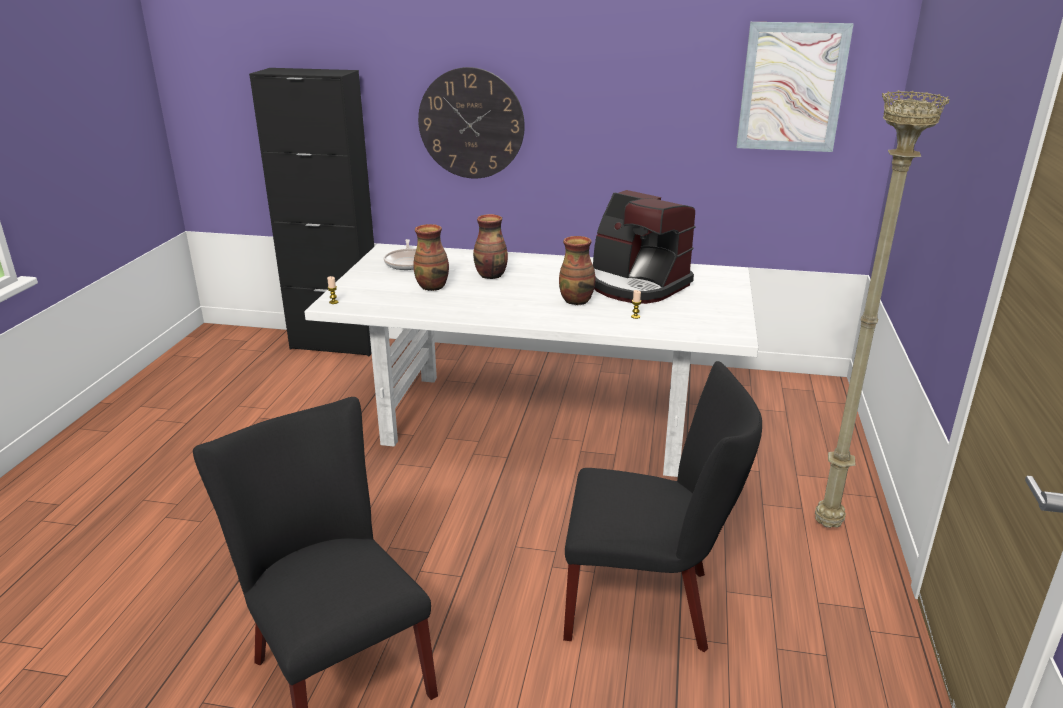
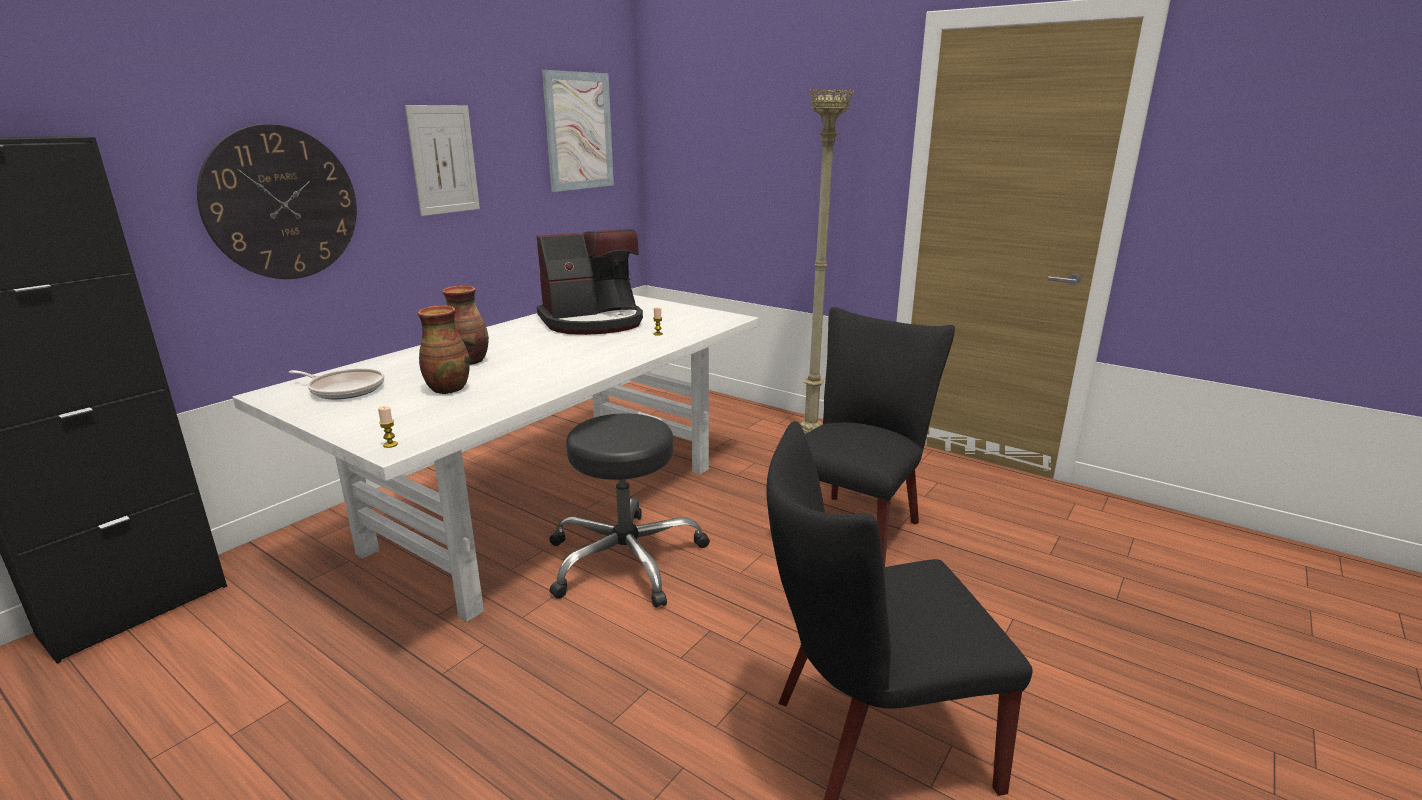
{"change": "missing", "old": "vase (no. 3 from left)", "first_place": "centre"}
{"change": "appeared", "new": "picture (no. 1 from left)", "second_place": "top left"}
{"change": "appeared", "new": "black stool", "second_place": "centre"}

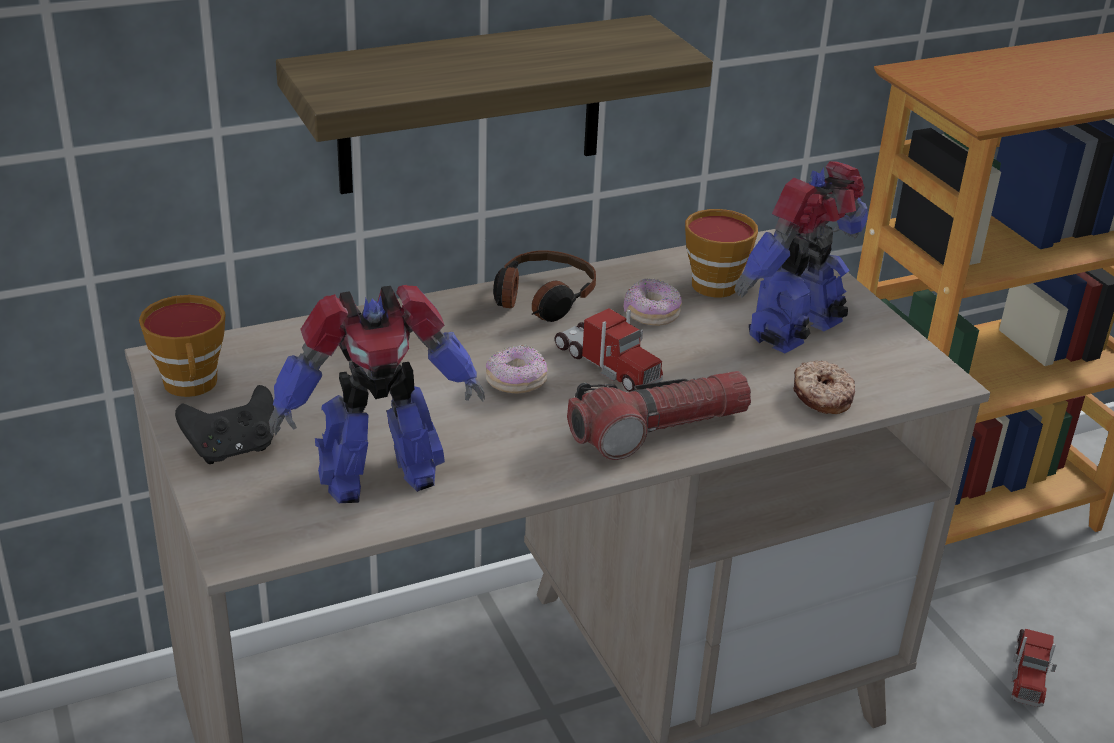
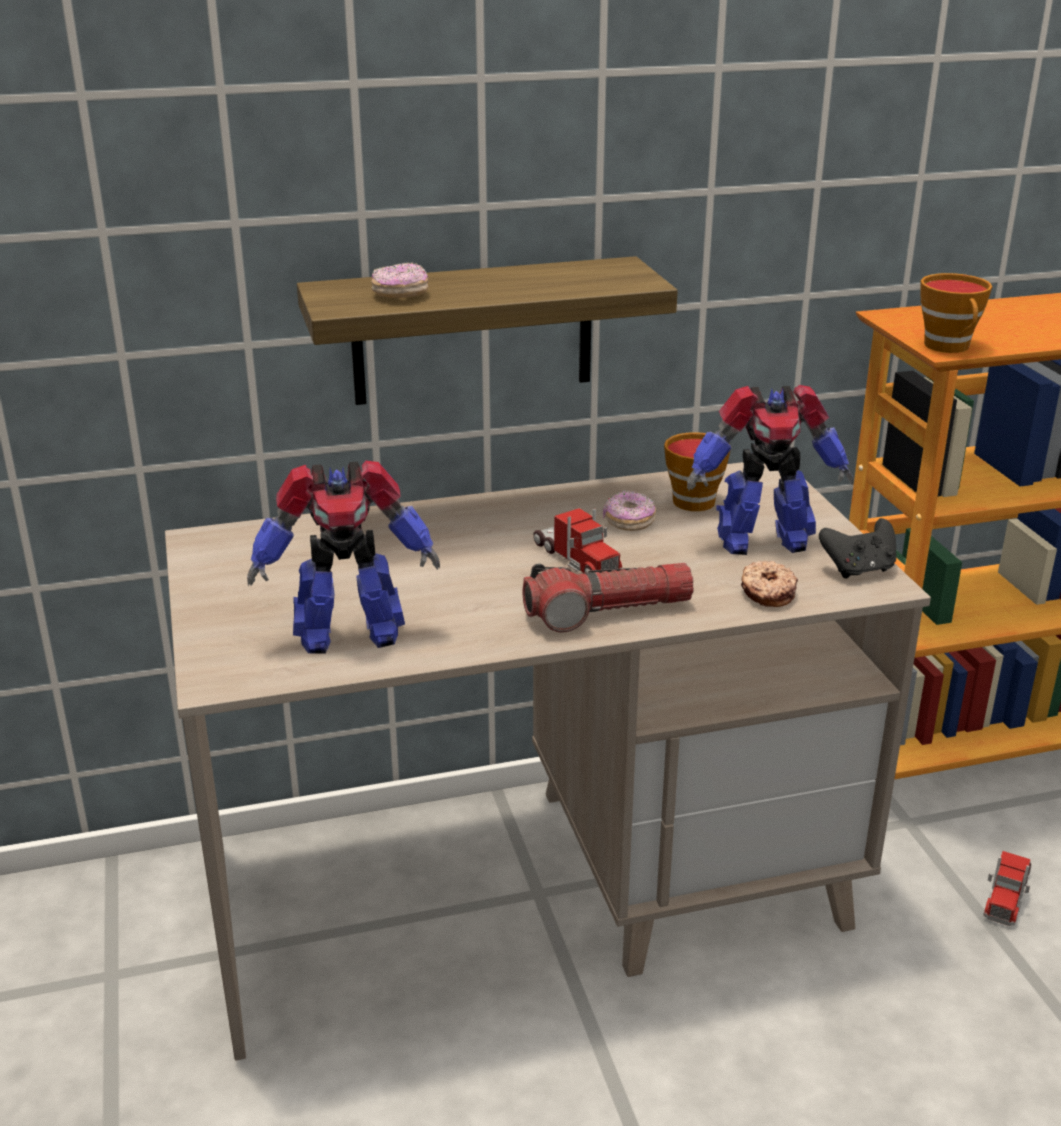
{"change": "relocated", "old": "cup (no. 1 from left in the first image)", "new": "cup (no. 2 from left)", "first_place": "middle left", "second_place": "top right"}
{"change": "relocated", "old": "black game controller", "first_place": "middle left", "second_place": "middle right"}
{"change": "relocated", "old": "donut (no. 1 from left)", "first_place": "centre", "second_place": "top centre"}
{"change": "missing", "old": "headphones", "first_place": "centre"}
{"change": "spun", "old": "toy robot (no. 2 from left)", "first_place": "middle right", "second_place": "middle right", "degrees": -150}

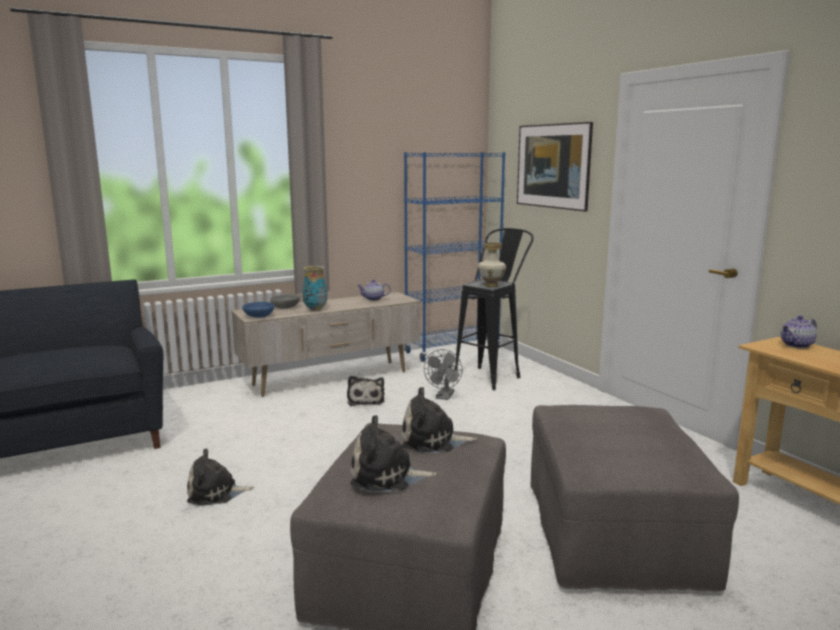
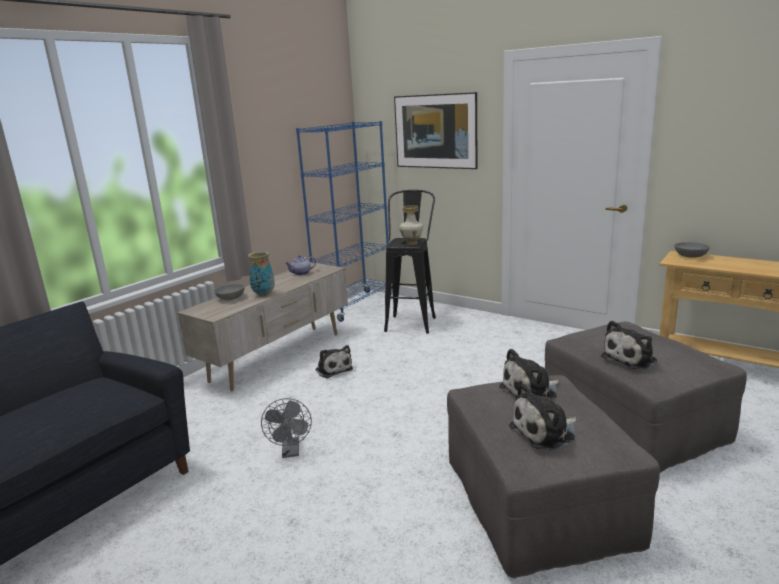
{"change": "relocated", "old": "plush toy (no. 1 from left in the first image)", "new": "plush toy (no. 4 from left)", "first_place": "bottom left", "second_place": "middle right"}
{"change": "missing", "old": "blue bowl", "first_place": "middle left"}
{"change": "relocated", "old": "grey fan", "first_place": "centre", "second_place": "bottom centre"}
{"change": "exchanged", "old": "teapot (no. 2 from left)", "new": "grey bowl (no. 2 from left)", "first_place": "middle right", "second_place": "middle right"}

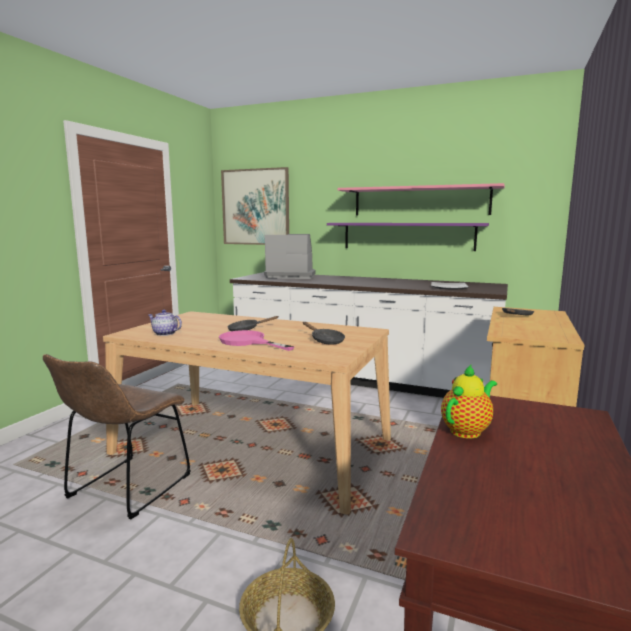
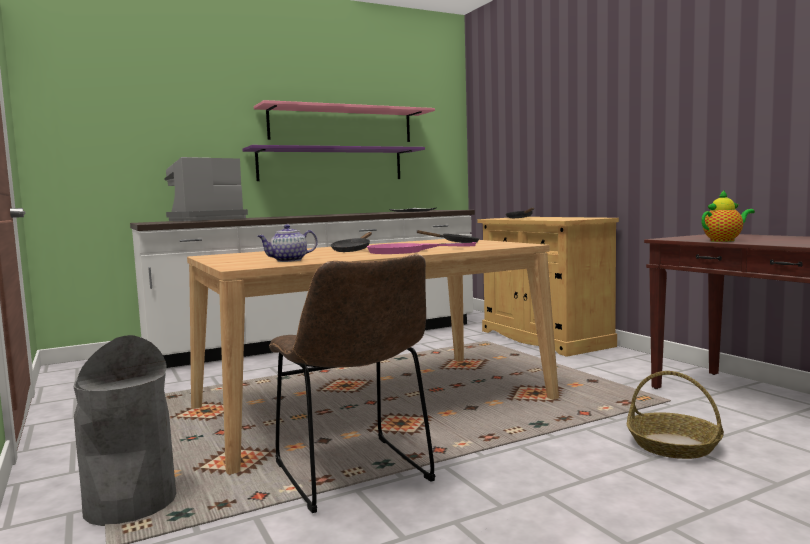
{"change": "missing", "old": "picture", "first_place": "top centre"}
{"change": "spun", "old": "teapot (no. 2 from left)", "first_place": "middle right", "second_place": "middle right", "degrees": 75}
{"change": "appeared", "new": "grey trash can", "second_place": "bottom left"}

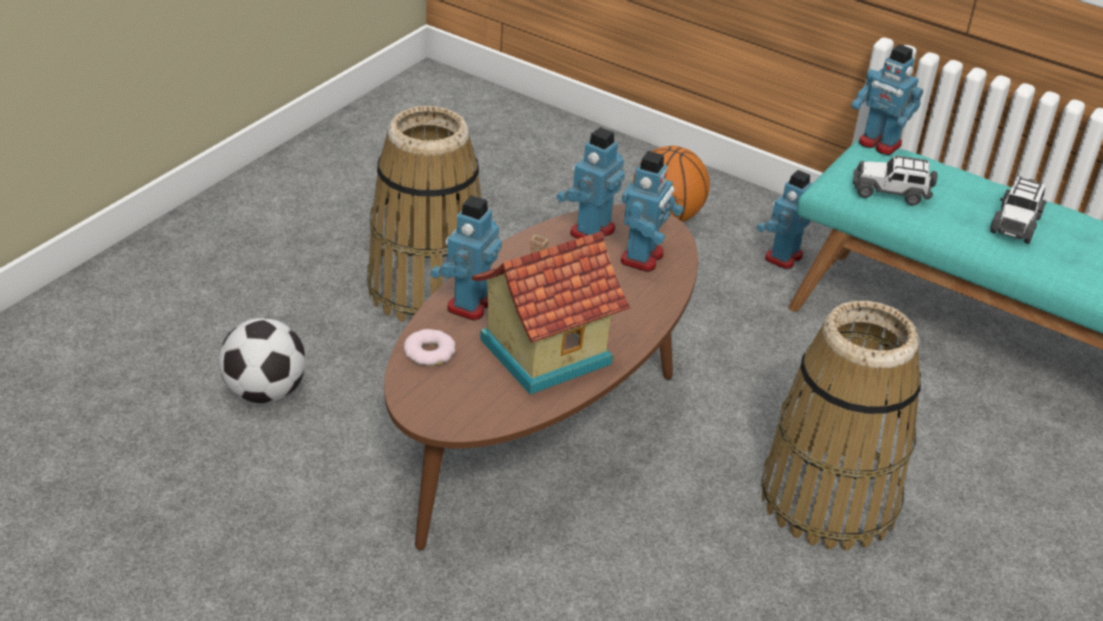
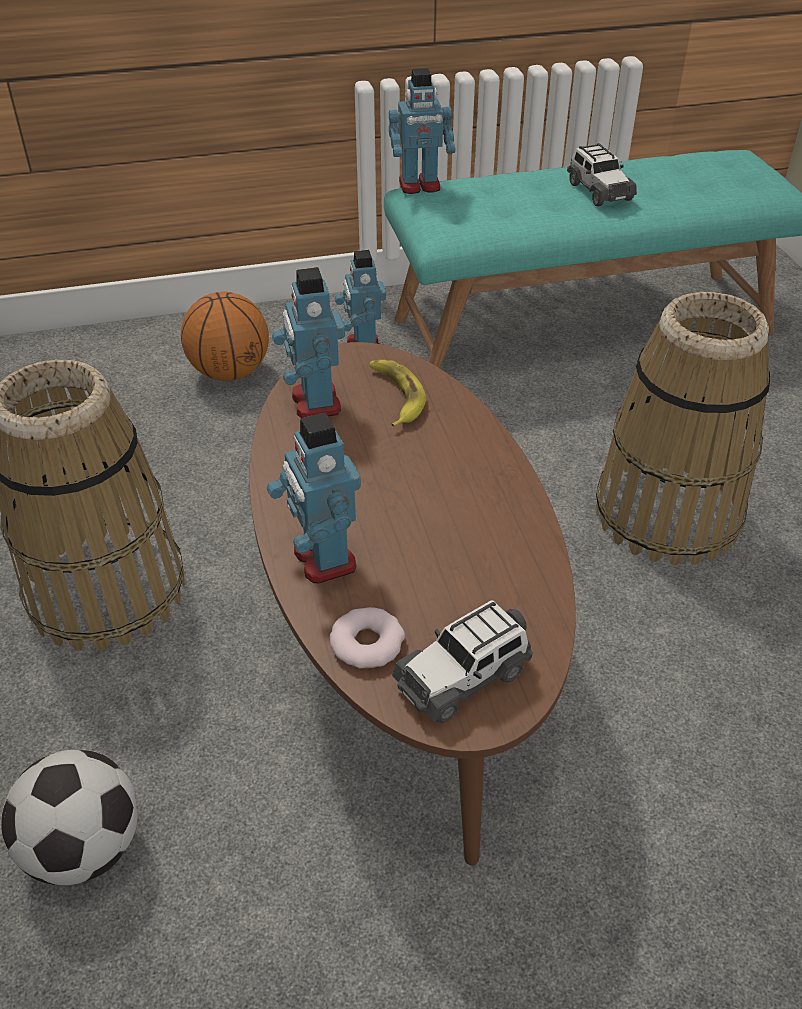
{"change": "missing", "old": "toy house", "first_place": "centre"}
{"change": "exchanged", "old": "toy robot (no. 3 from left)", "new": "banana", "first_place": "centre", "second_place": "centre"}
{"change": "relocated", "old": "toy car (no. 1 from left)", "first_place": "top right", "second_place": "centre"}

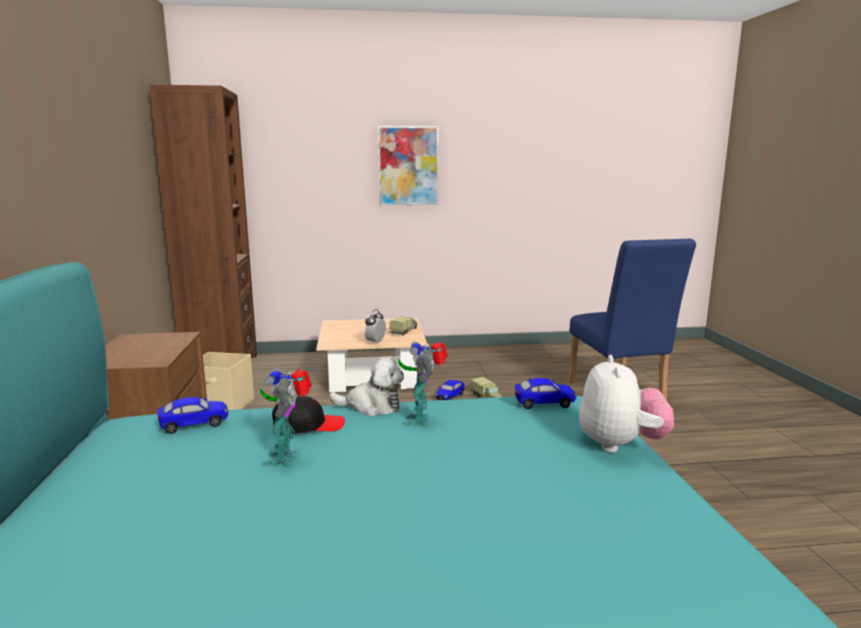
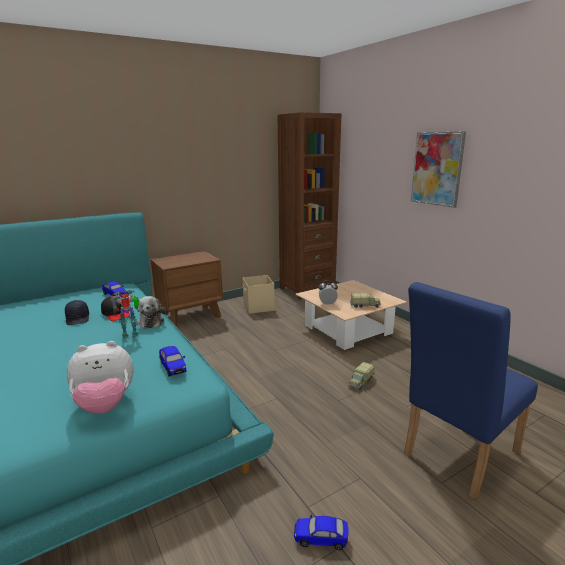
{"change": "exchanged", "old": "toy robot (no. 1 from left)", "new": "black cap (no. 1 from left)", "first_place": "middle left", "second_place": "middle left"}
{"change": "relocated", "old": "toy car (no. 2 from left in the first image)", "new": "toy car (no. 3 from left)", "first_place": "centre", "second_place": "bottom centre"}

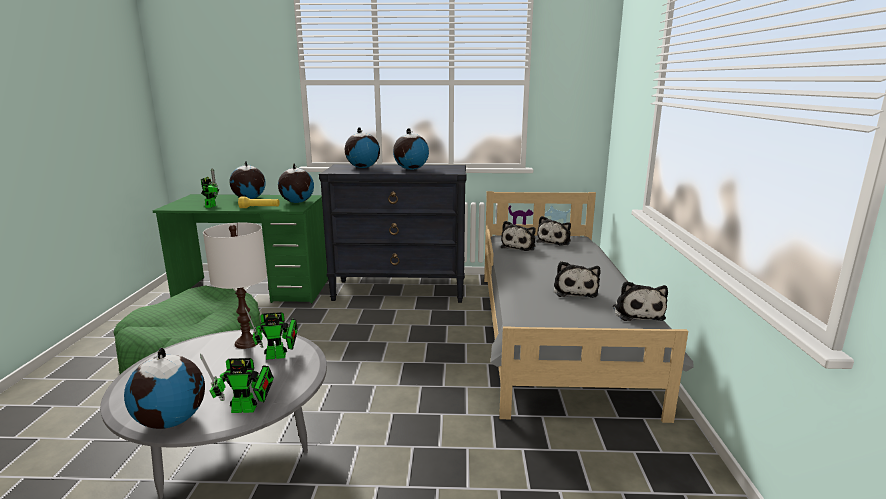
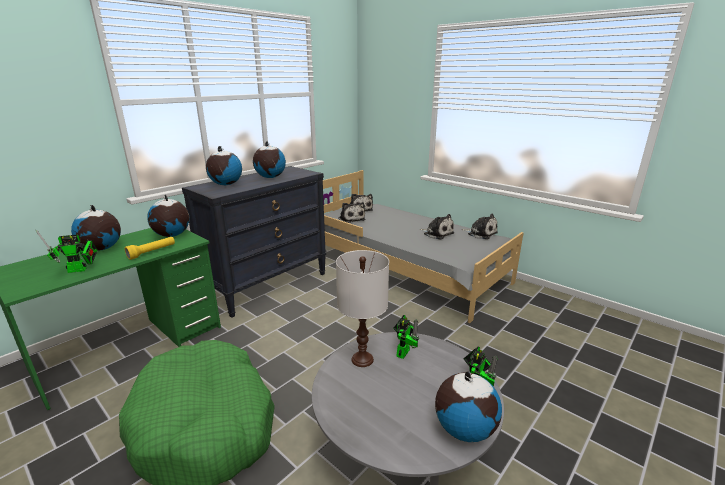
{"change": "spun", "old": "toy robot (no. 1 from left)", "first_place": "middle left", "second_place": "middle left", "degrees": 120}

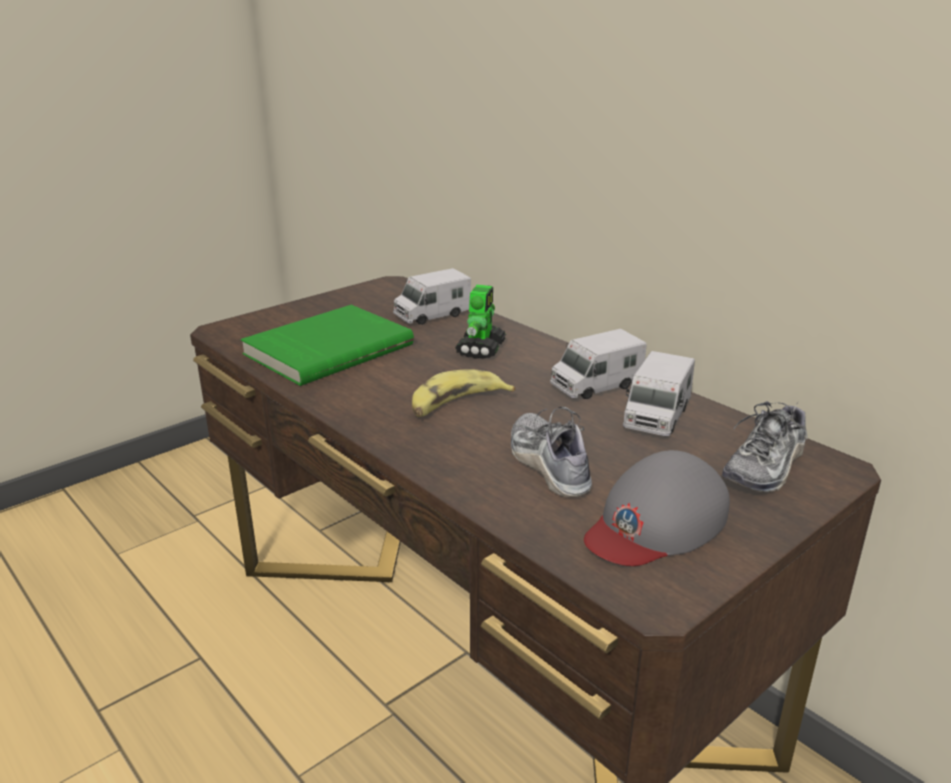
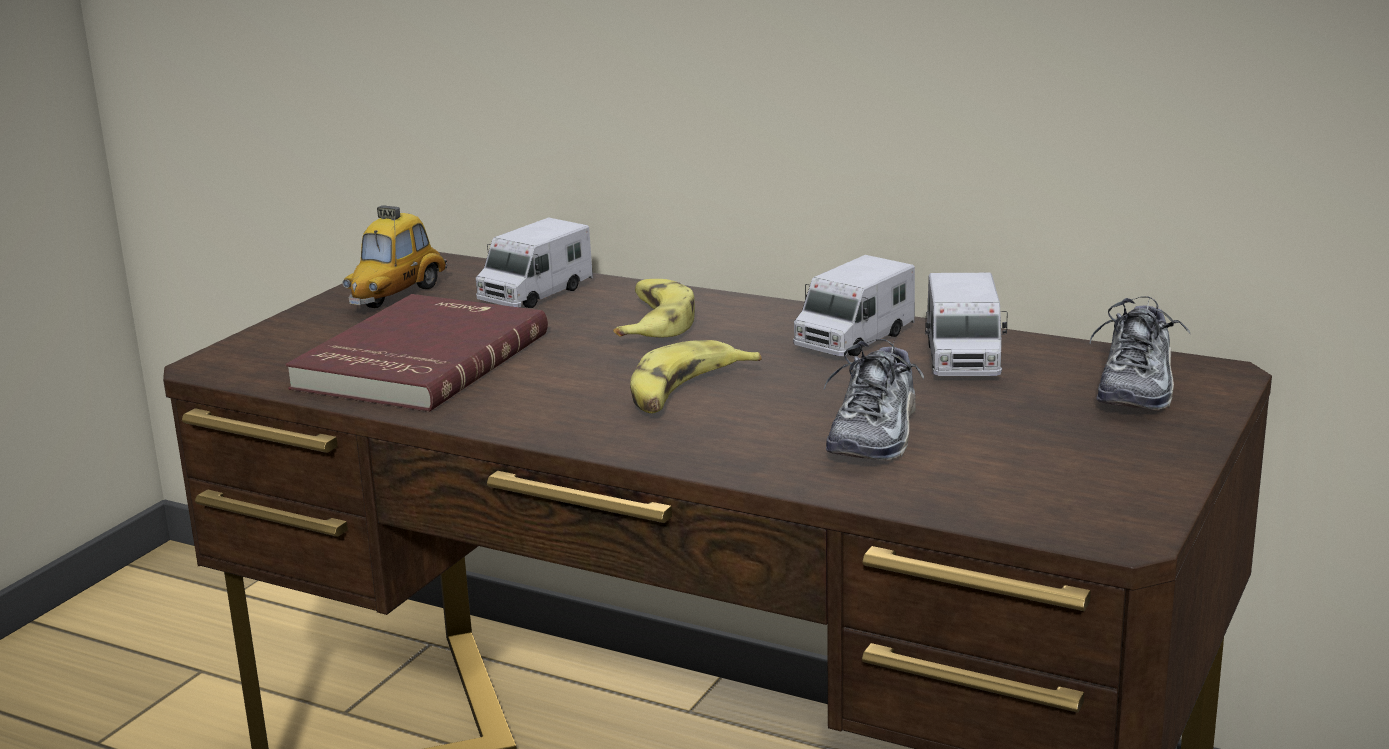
{"change": "colour", "old": "green book", "new": "red book", "first_place": "centre", "second_place": "middle left"}
{"change": "exchanged", "old": "toy robot", "new": "banana (no. 1 from left)", "first_place": "centre", "second_place": "centre"}
{"change": "spun", "old": "shoe (no. 1 from left)", "first_place": "centre", "second_place": "centre", "degrees": -120}
{"change": "missing", "old": "grey cap", "first_place": "middle right"}
{"change": "appeared", "new": "toy car", "second_place": "middle left"}

